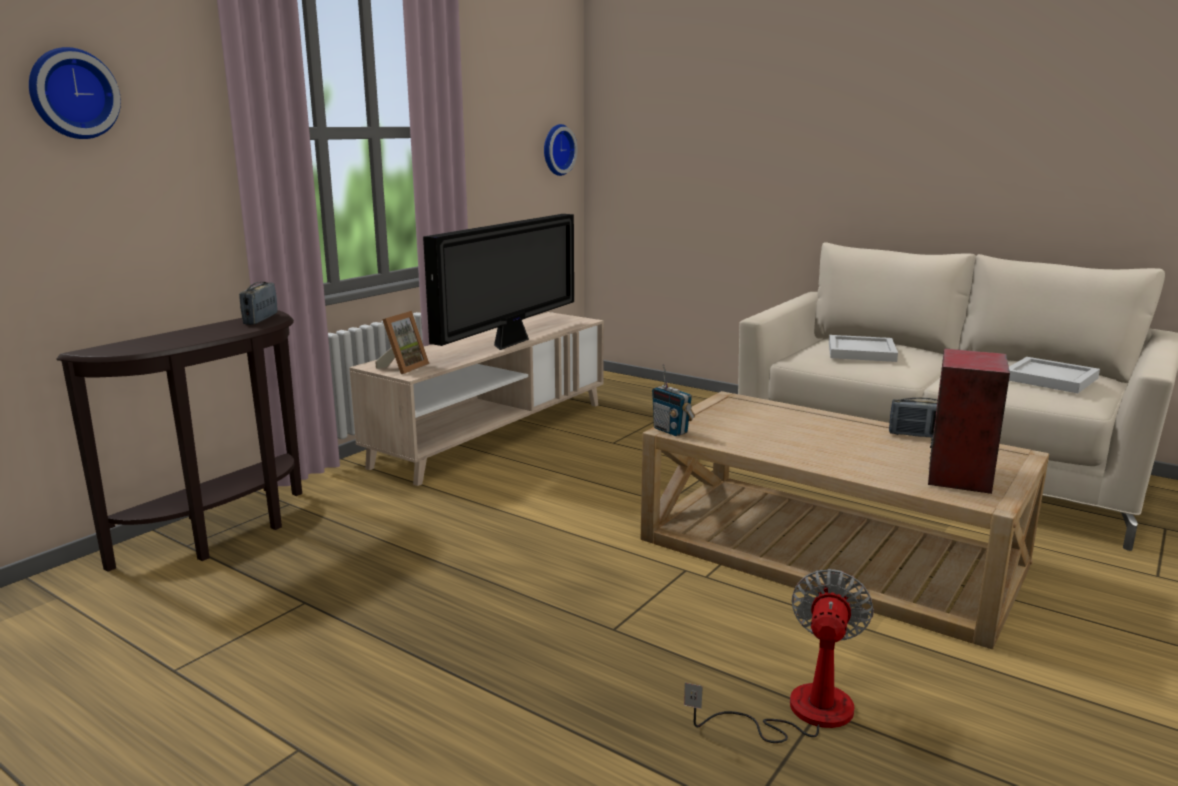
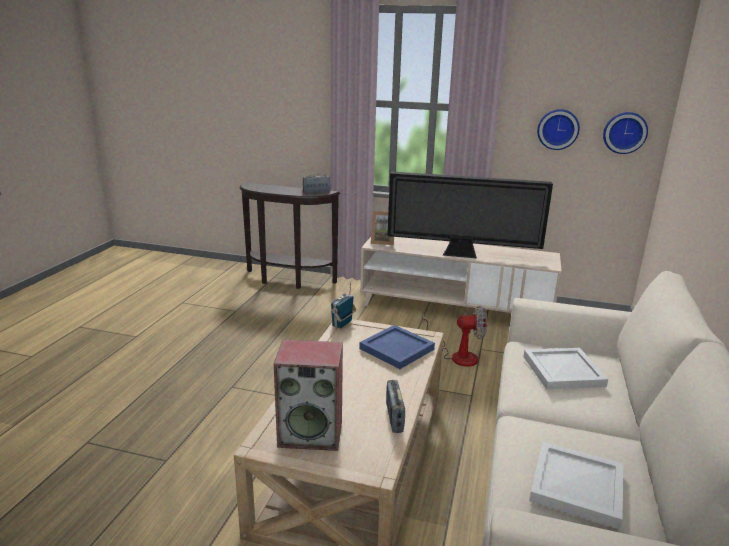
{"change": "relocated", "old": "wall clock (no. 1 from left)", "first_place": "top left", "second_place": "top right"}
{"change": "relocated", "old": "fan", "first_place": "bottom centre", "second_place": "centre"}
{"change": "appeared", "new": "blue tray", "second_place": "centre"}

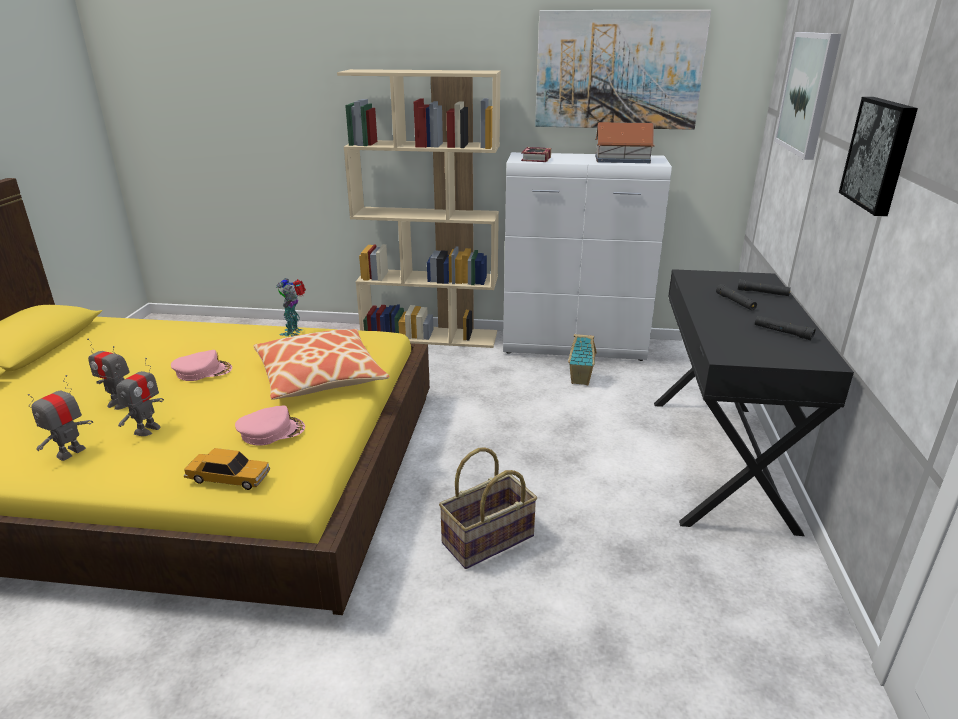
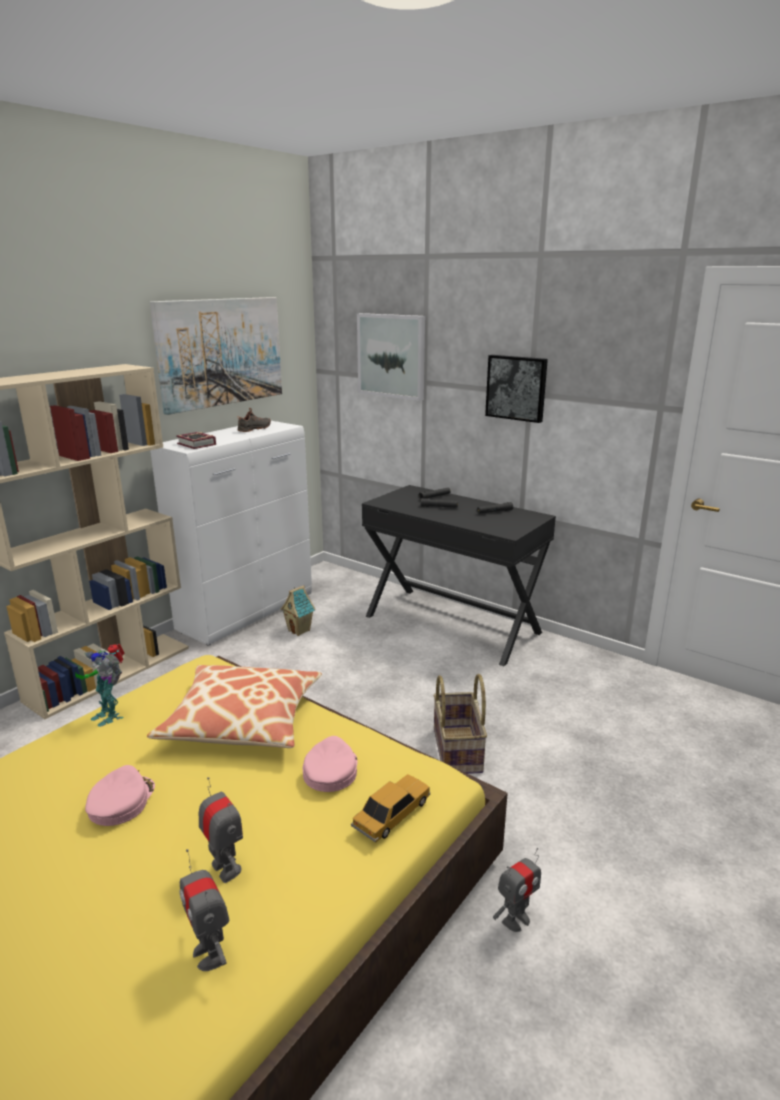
{"change": "relocated", "old": "toy robot (no. 2 from left in the first image)", "new": "toy robot (no. 4 from left)", "first_place": "middle left", "second_place": "bottom centre"}
{"change": "exchanged", "old": "toy house (no. 2 from left)", "new": "black shoe", "first_place": "top centre", "second_place": "middle left"}

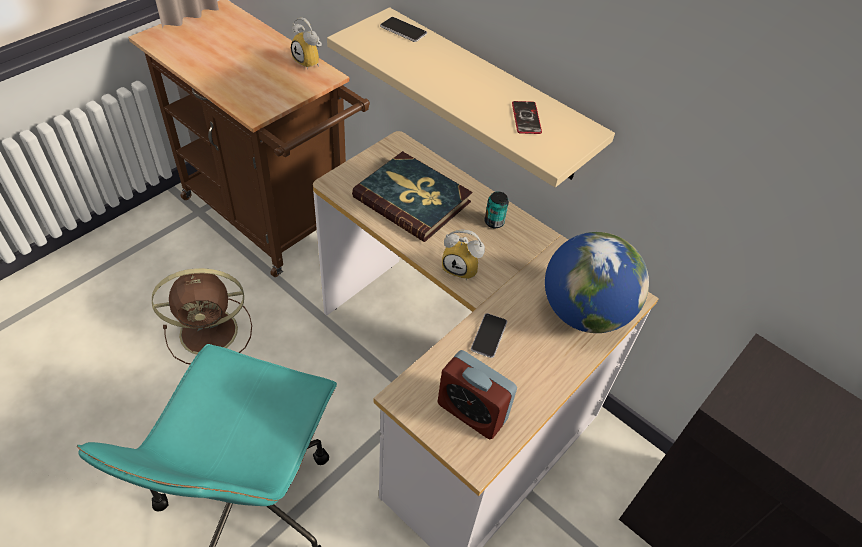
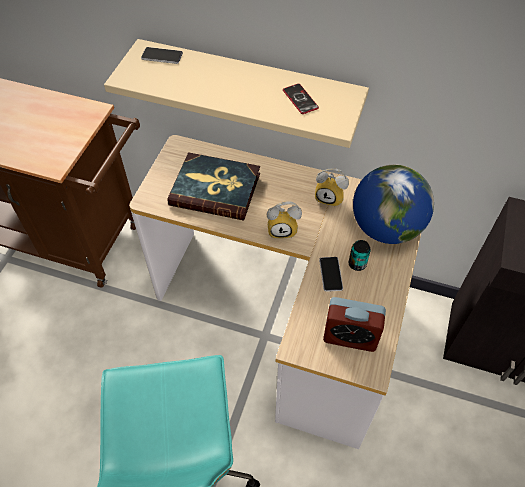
{"change": "missing", "old": "brown fan", "first_place": "middle left"}
{"change": "relocated", "old": "alarm clock (no. 1 from left in the first image)", "new": "alarm clock (no. 2 from left)", "first_place": "top centre", "second_place": "centre"}
{"change": "relocated", "old": "can", "first_place": "centre", "second_place": "middle right"}

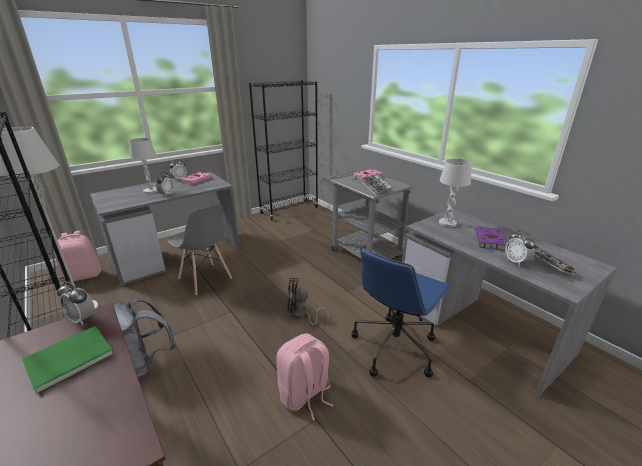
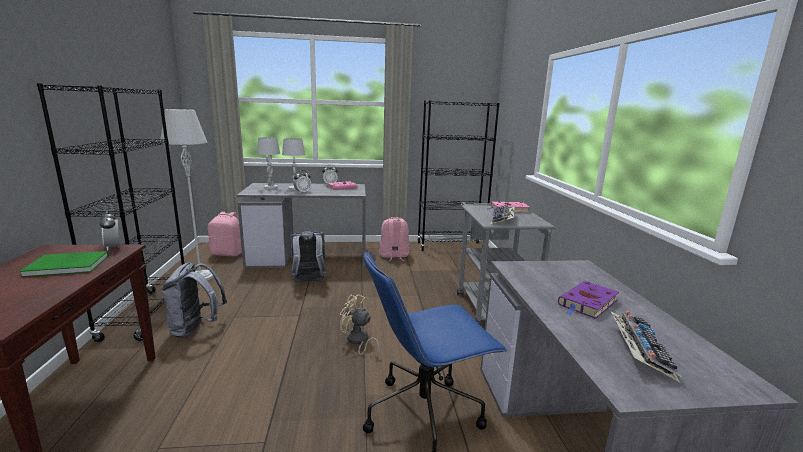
{"change": "exchanged", "old": "grey chair", "new": "grey backpack (no. 2 from left)", "first_place": "middle left", "second_place": "centre"}
{"change": "relocated", "old": "pink backpack (no. 2 from left)", "first_place": "bottom centre", "second_place": "centre"}
{"change": "colour", "old": "black fan", "new": "beige fan", "first_place": "centre", "second_place": "bottom centre"}
{"change": "relocated", "old": "white table lamp (no. 2 from left in the first image)", "new": "white table lamp (no. 1 from left)", "first_place": "middle right", "second_place": "centre"}
{"change": "missing", "old": "alarm clock (no. 4 from left)", "first_place": "middle right"}

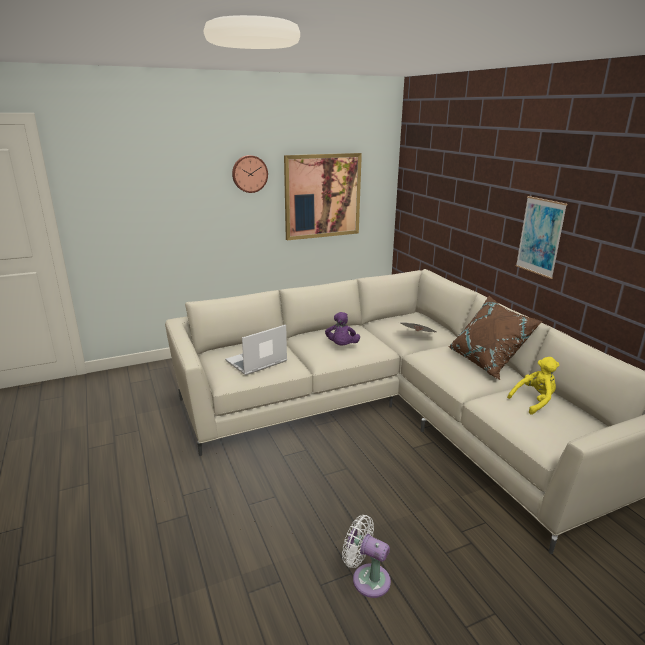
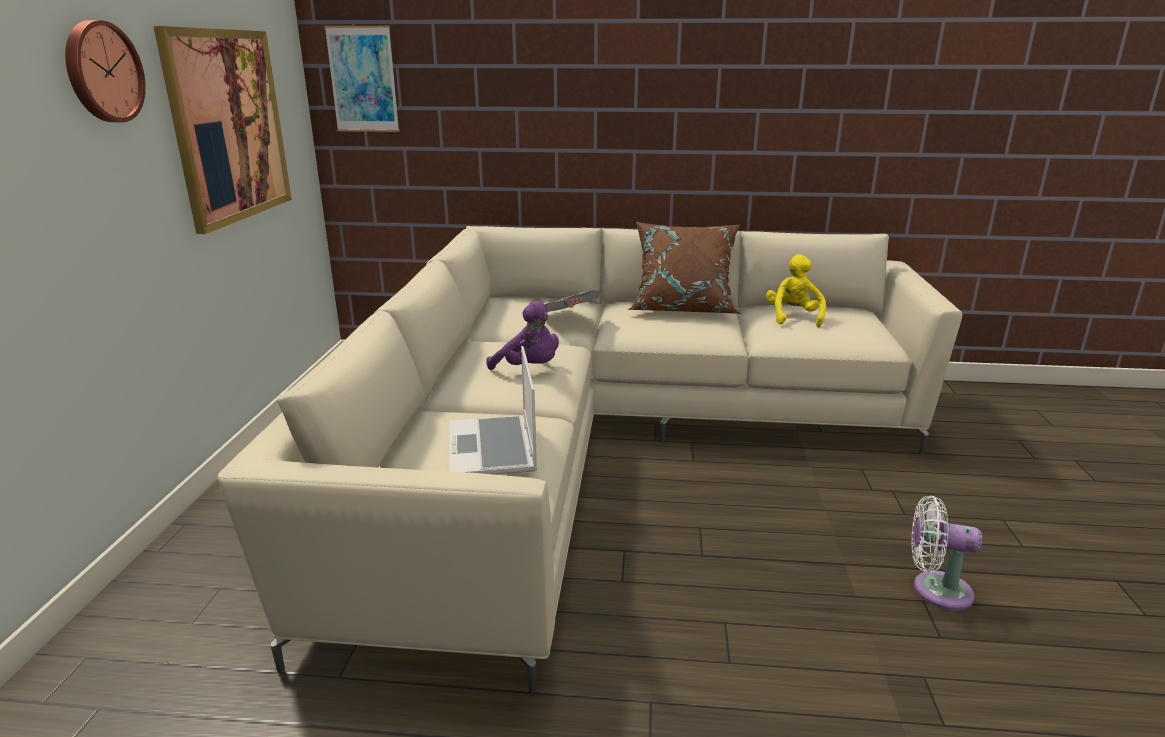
{"change": "spun", "old": "white fan", "first_place": "bottom centre", "second_place": "bottom right", "degrees": 45}
{"change": "relocated", "old": "picture (no. 2 from left)", "first_place": "middle right", "second_place": "top left"}

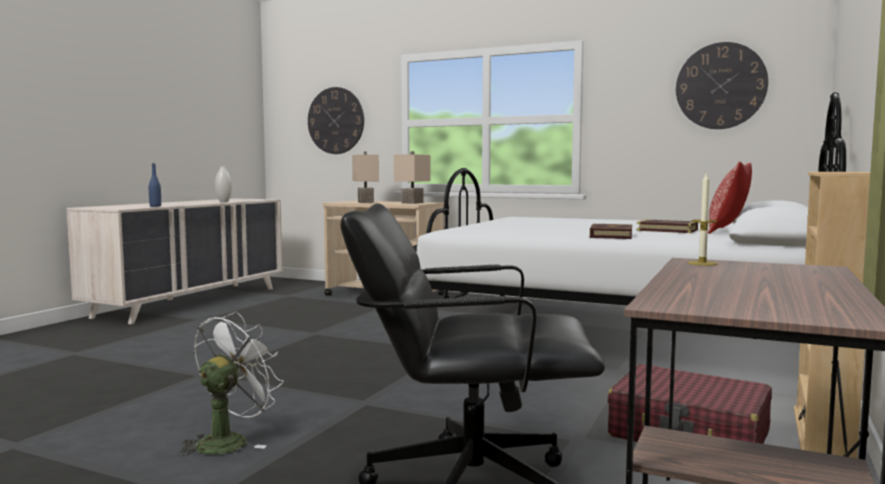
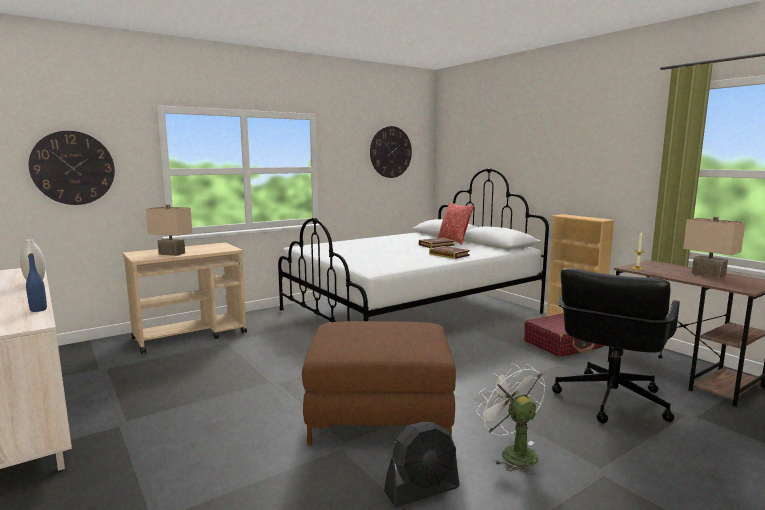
{"change": "relocated", "old": "beige table lamp (no. 2 from left)", "first_place": "centre", "second_place": "middle right"}
{"change": "appeared", "new": "brown ottoman", "second_place": "bottom centre"}
{"change": "appeared", "new": "black fan", "second_place": "bottom centre"}

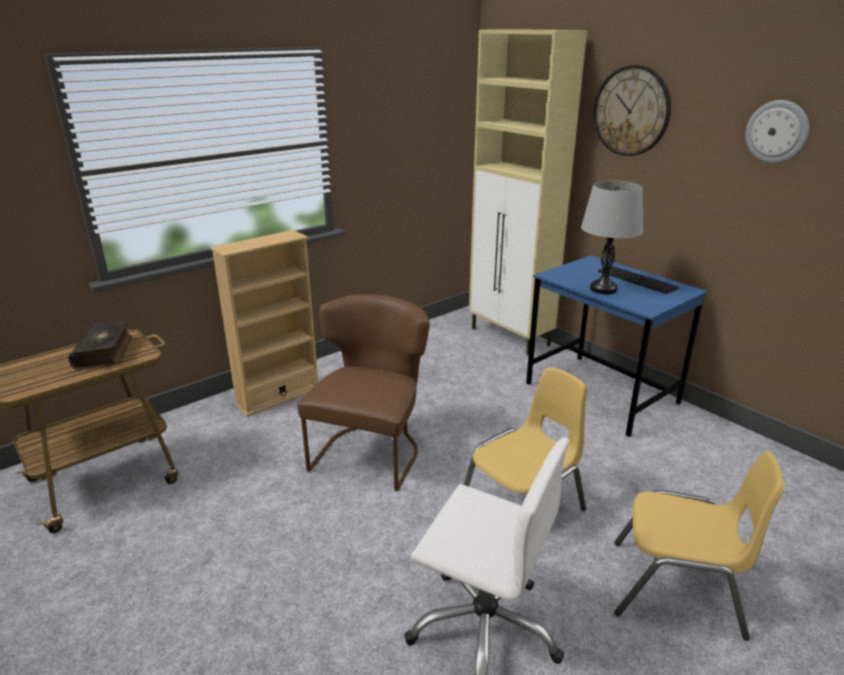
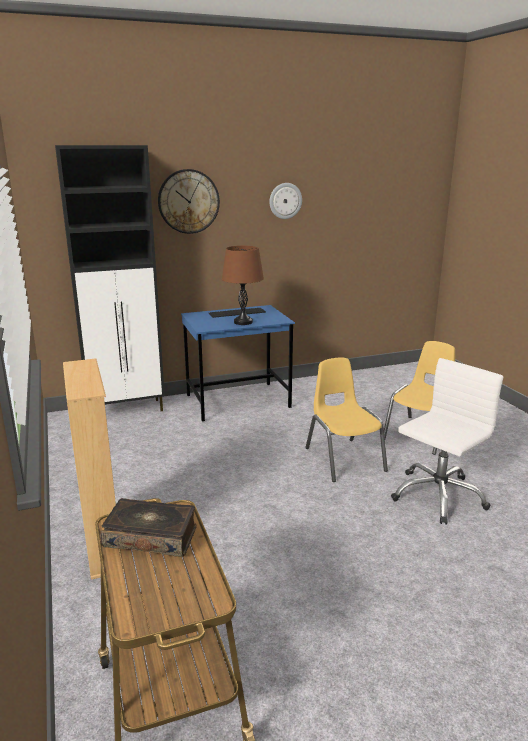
{"change": "missing", "old": "brown chair", "first_place": "centre"}
{"change": "colour", "old": "beige cabinet", "new": "black cabinet", "first_place": "top centre", "second_place": "middle left"}
{"change": "colour", "old": "grey table lamp", "new": "brown table lamp", "first_place": "middle right", "second_place": "centre"}

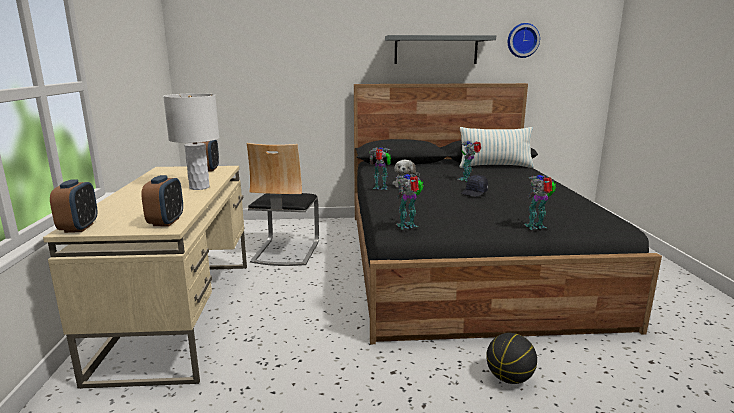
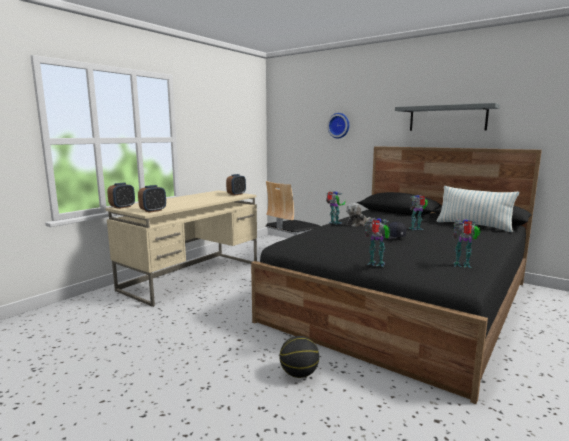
{"change": "missing", "old": "white table lamp", "first_place": "middle left"}
{"change": "relocated", "old": "toy robot (no. 2 from left in the first image)", "new": "toy robot (no. 4 from left)", "first_place": "centre", "second_place": "middle right"}
{"change": "relocated", "old": "wall clock", "first_place": "top right", "second_place": "top centre"}

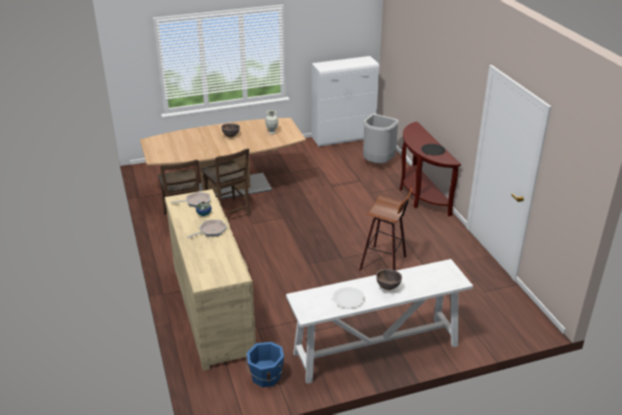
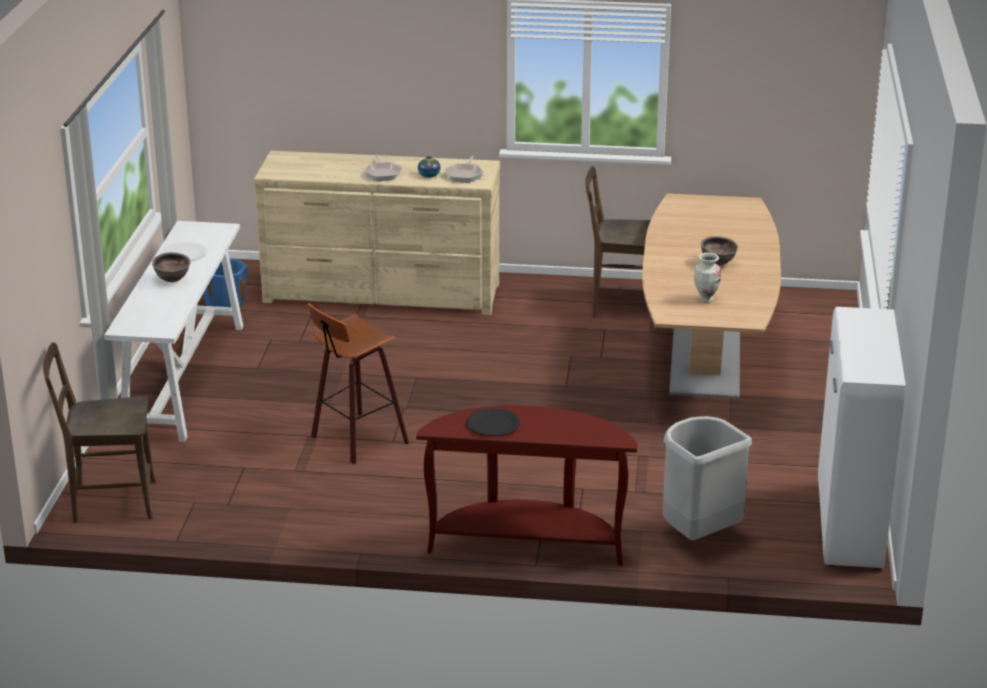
{"change": "relocated", "old": "brown chair (no. 2 from left in the first image)", "new": "brown chair (no. 1 from left)", "first_place": "centre", "second_place": "middle left"}

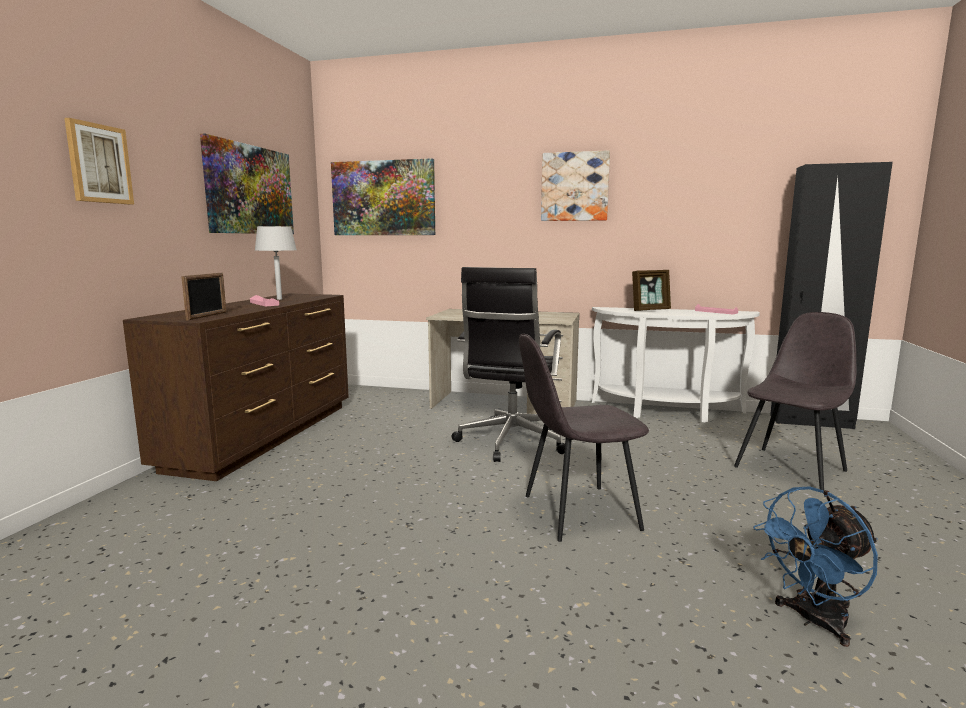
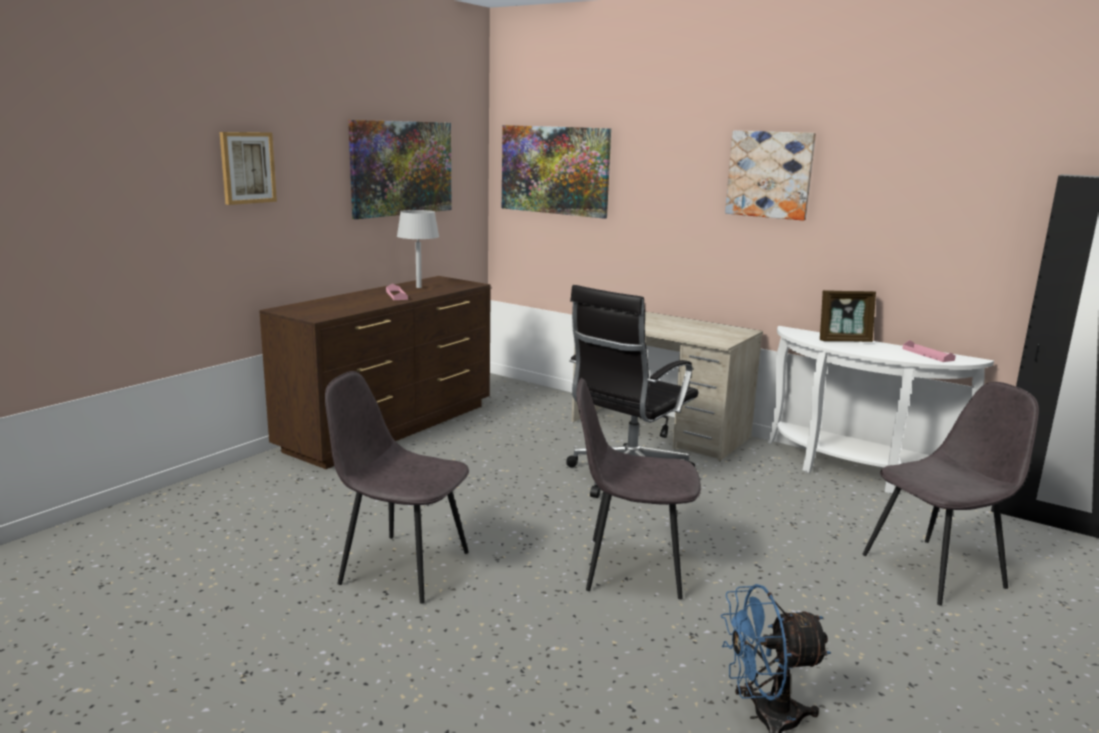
{"change": "missing", "old": "picture frame (no. 1 from left)", "first_place": "middle left"}
{"change": "appeared", "new": "grey chair (no. 1 from left)", "second_place": "centre"}

